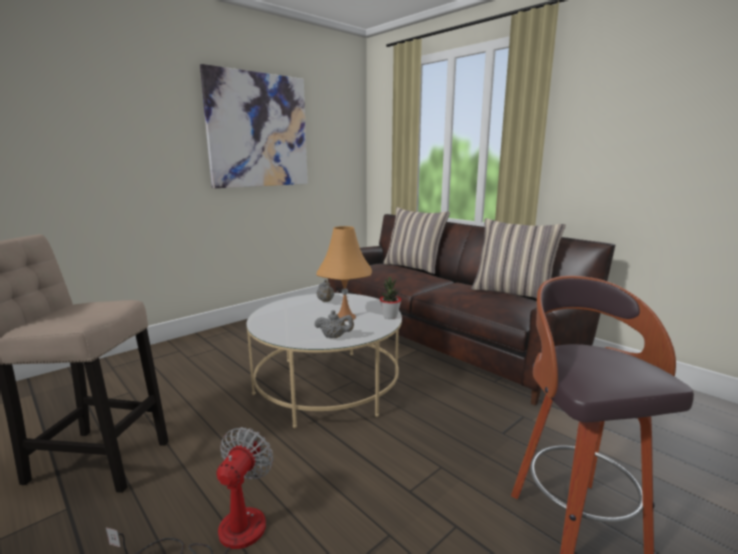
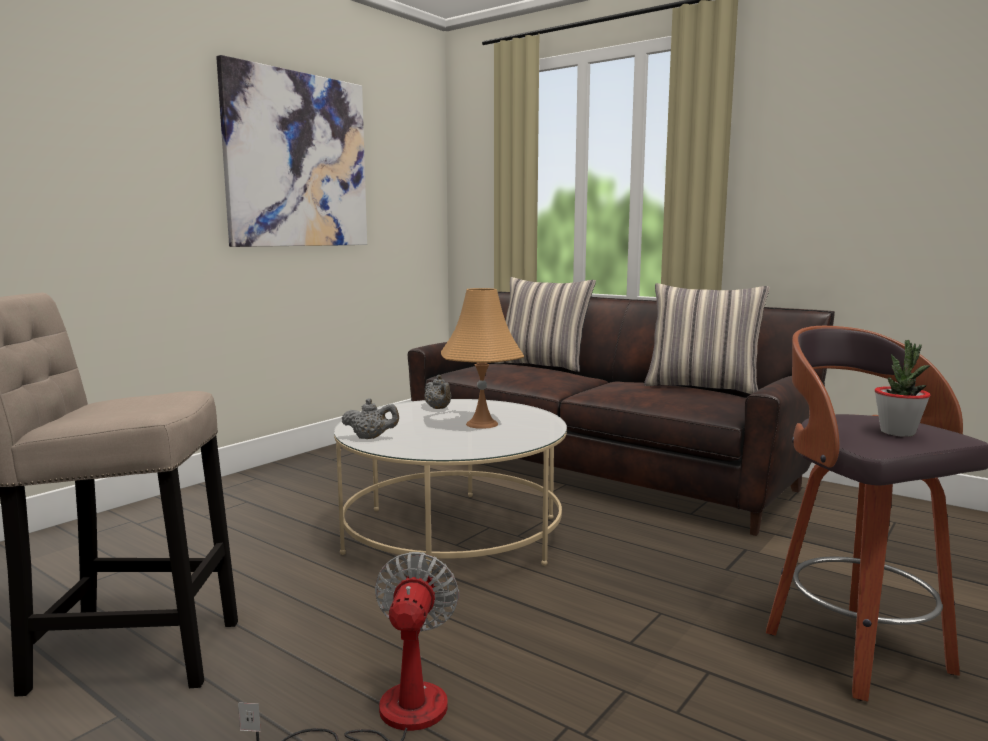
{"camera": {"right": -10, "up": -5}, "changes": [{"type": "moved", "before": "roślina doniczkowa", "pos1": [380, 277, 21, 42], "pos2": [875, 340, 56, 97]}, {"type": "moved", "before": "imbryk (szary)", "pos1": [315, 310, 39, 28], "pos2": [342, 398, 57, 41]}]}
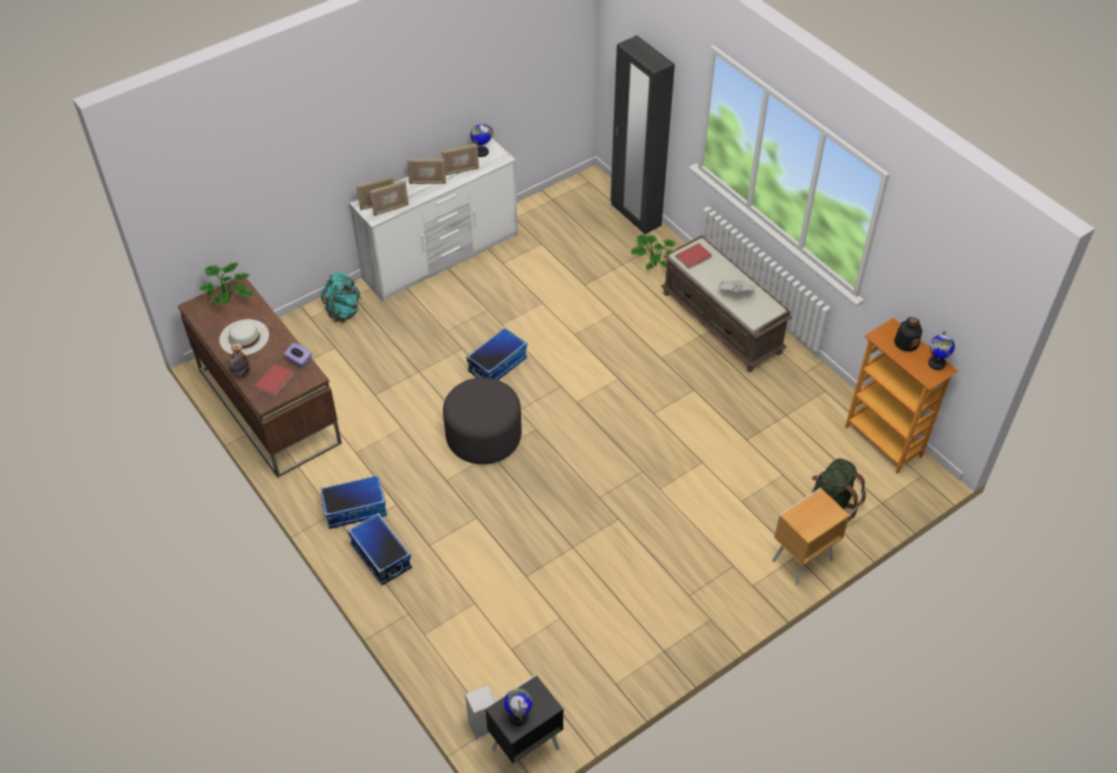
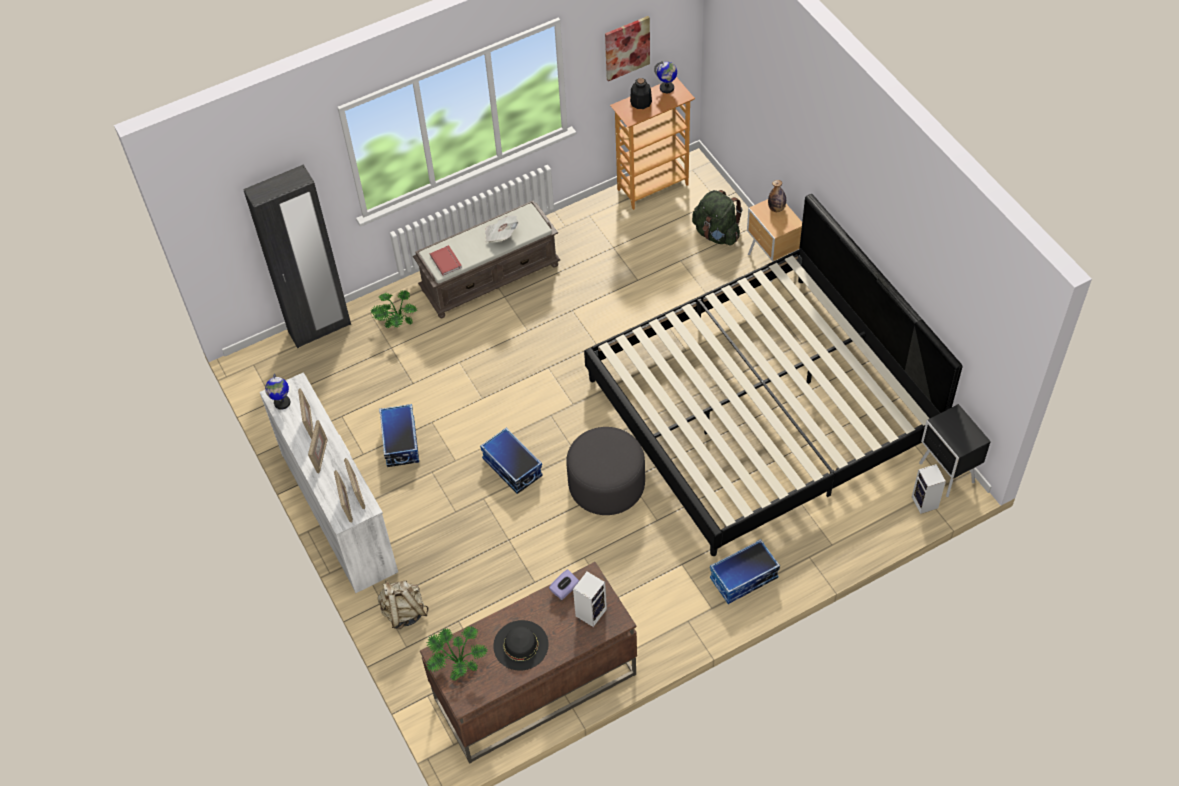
{"camera": {"right": -80, "up": 5}, "changes": [{"type": "recoloured", "before": "plecak (turkusowy)", "after": "plecak (beżowy)", "pos1": [321, 272, 40, 51], "pos2": [378, 581, 51, 48]}, {"type": "recoloured", "before": "kapelusz (biały)", "after": "kapelusz (czarny)", "pos1": [219, 319, 50, 36], "pos2": [493, 620, 56, 51]}, {"type": "moved", "before": "butelka", "pos1": [229, 343, 21, 35], "pos2": [768, 180, 18, 32]}, {"type": "replaced", "before": "książka (czerwony)", "after": "głośnik", "pos1": [254, 364, 40, 33], "pos2": [573, 571, 34, 56]}, {"type": "moved", "before": "pojemnik do przechowywania", "pos1": [320, 474, 67, 55], "pos2": [379, 404, 40, 63]}, {"type": "removed", "before": "globus", "pos1": [504, 688, 28, 38]}, {"type": "added", "after": "obraz", "pos2": [605, 16, 45, 65]}, {"type": "added", "after": "łóżko", "pos2": [584, 194, 379, 362]}]}
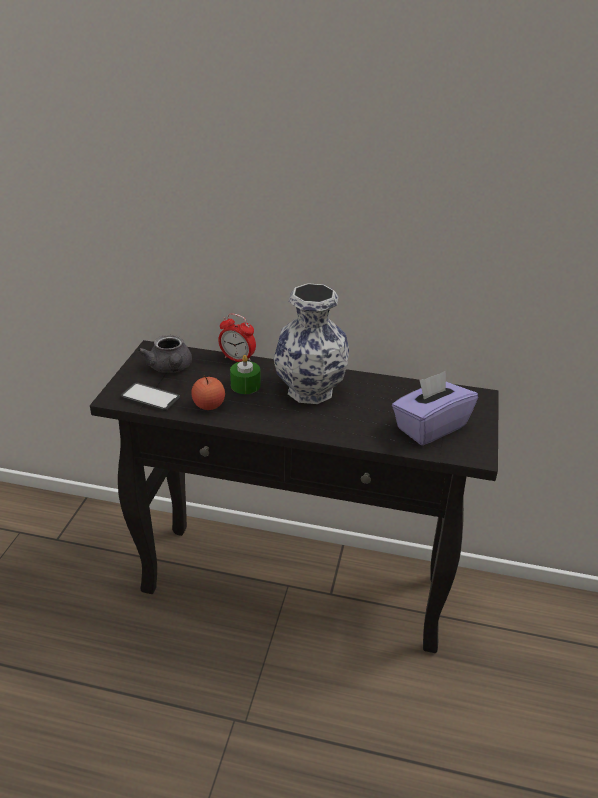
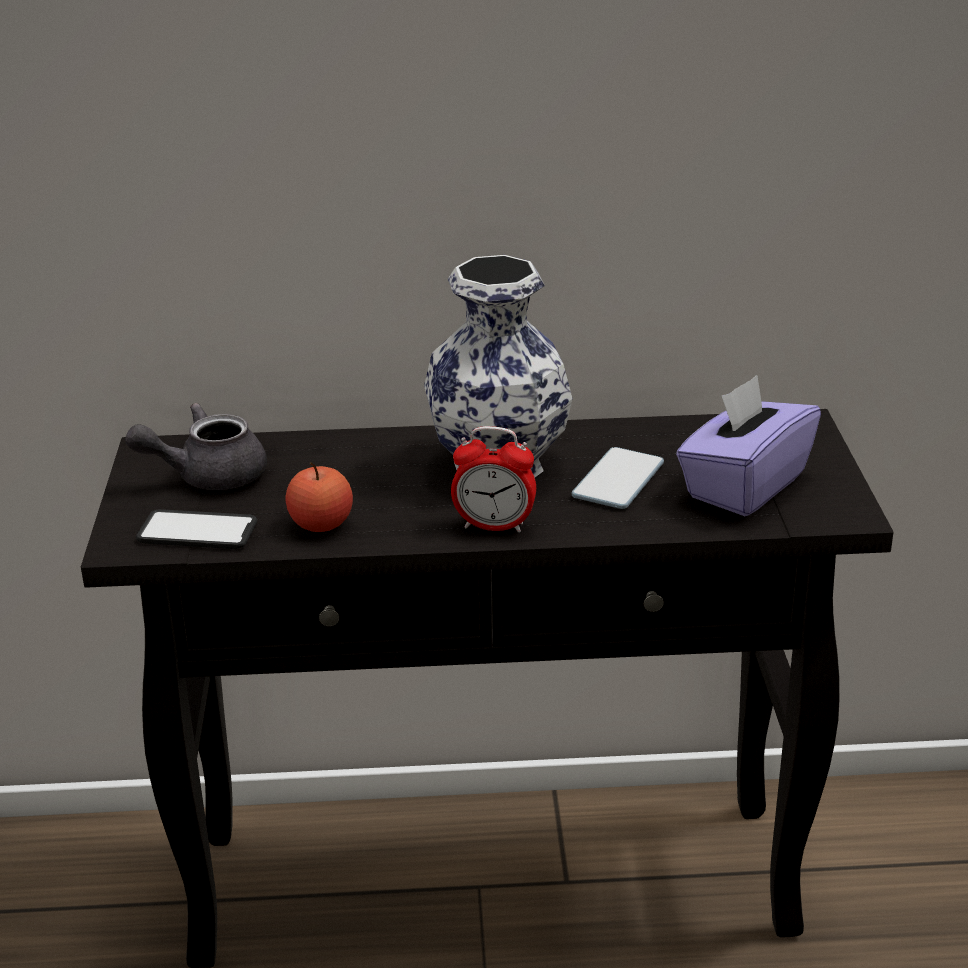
{"camera": {"right": -15, "up": -5}, "changes": [{"type": "moved", "before": "budzik", "pos1": [218, 313, 38, 49], "pos2": [451, 426, 85, 107]}, {"type": "turned", "before": "imbryk (szary)", "pos1": [138, 335, 54, 38], "pos2": [125, 403, 142, 87], "turn": 105}, {"type": "removed", "before": "świeca (zielony)", "pos1": [230, 355, 31, 39]}, {"type": "added", "after": "telefon", "pos2": [572, 447, 92, 62]}]}
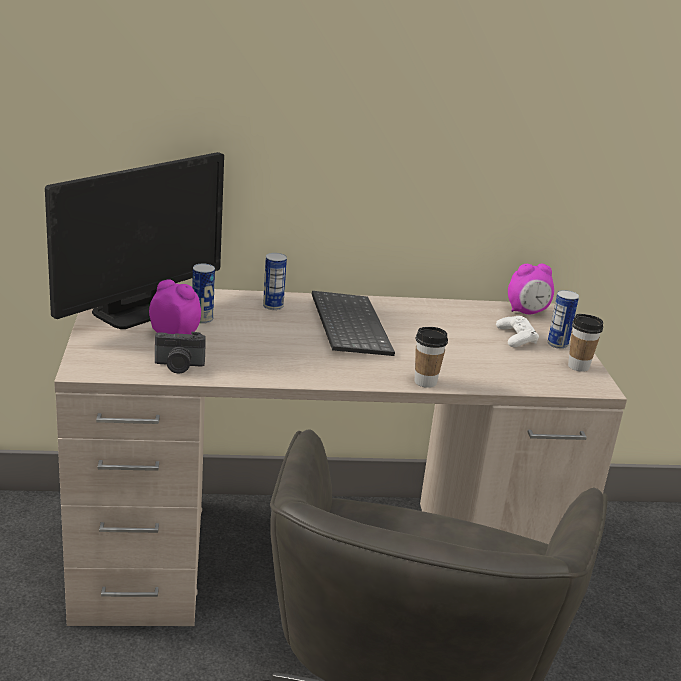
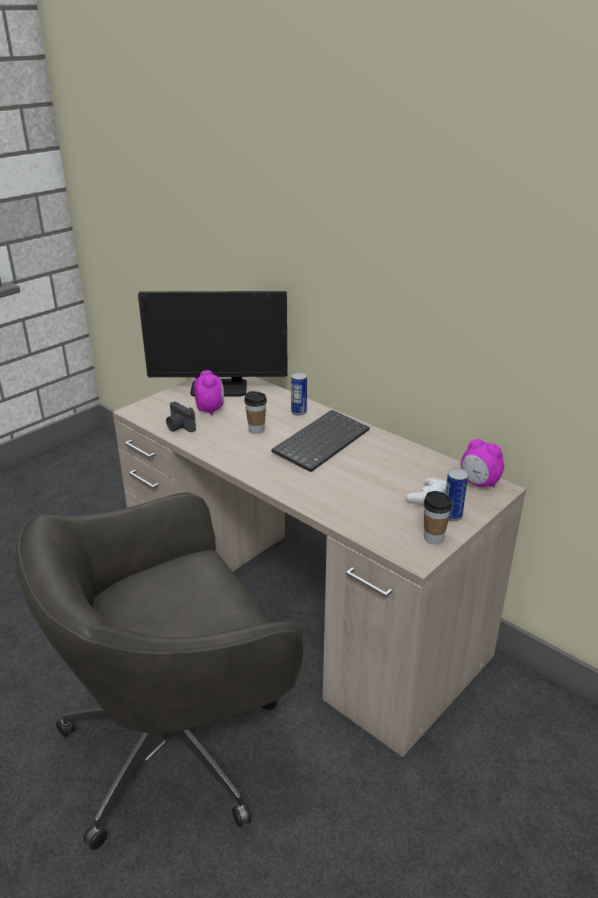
{"camera": {"right": 50, "up": 5}, "changes": [{"type": "removed", "before": "puszka", "pos1": [192, 264, 23, 60]}, {"type": "moved", "before": "filiżanka", "pos1": [415, 327, 33, 61], "pos2": [244, 391, 23, 43]}]}
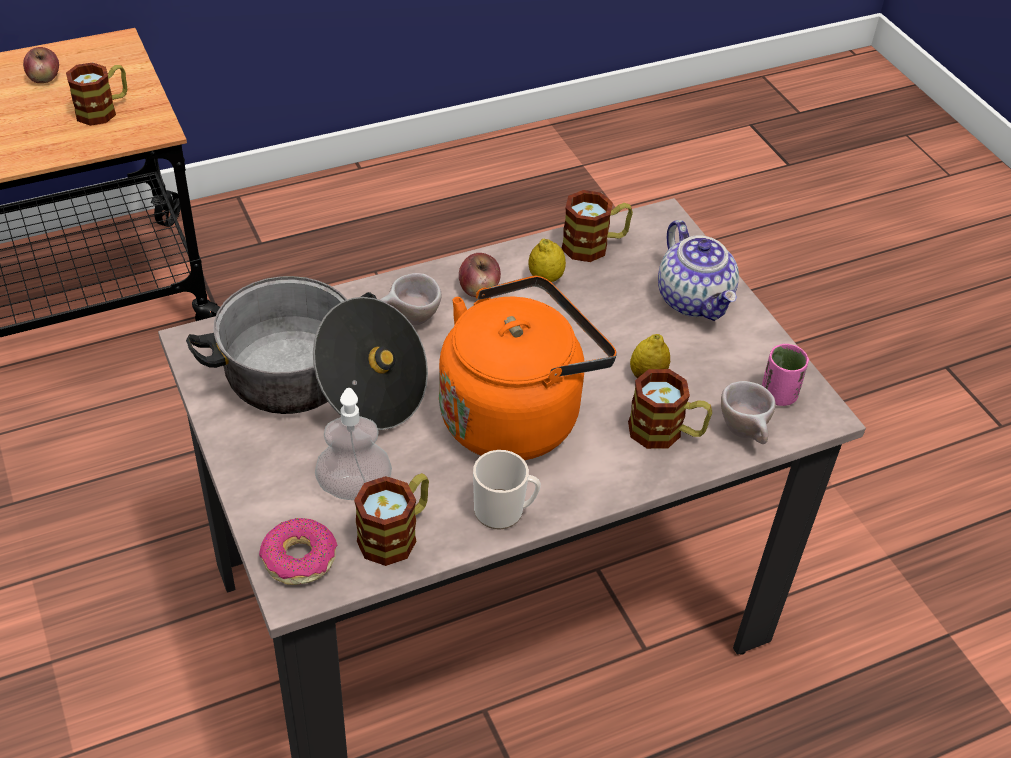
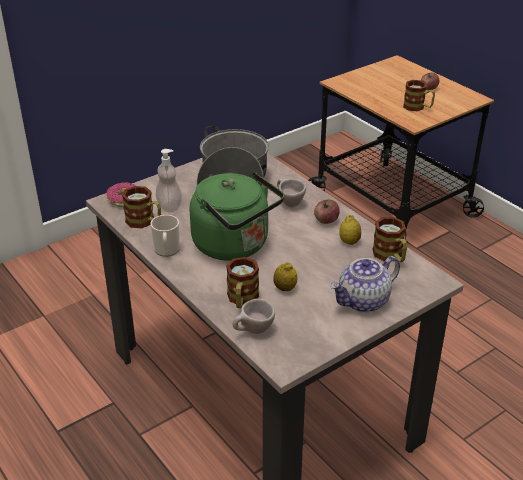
{"camera": {"right": 80, "up": -10}, "changes": [{"type": "recoloured", "before": "czajnik (pomarańczowy)", "after": "czajnik (zielony)", "pos1": [439, 276, 178, 184], "pos2": [190, 172, 94, 89]}, {"type": "removed", "before": "filiżanka (różowy)", "pos1": [762, 344, 47, 62]}]}
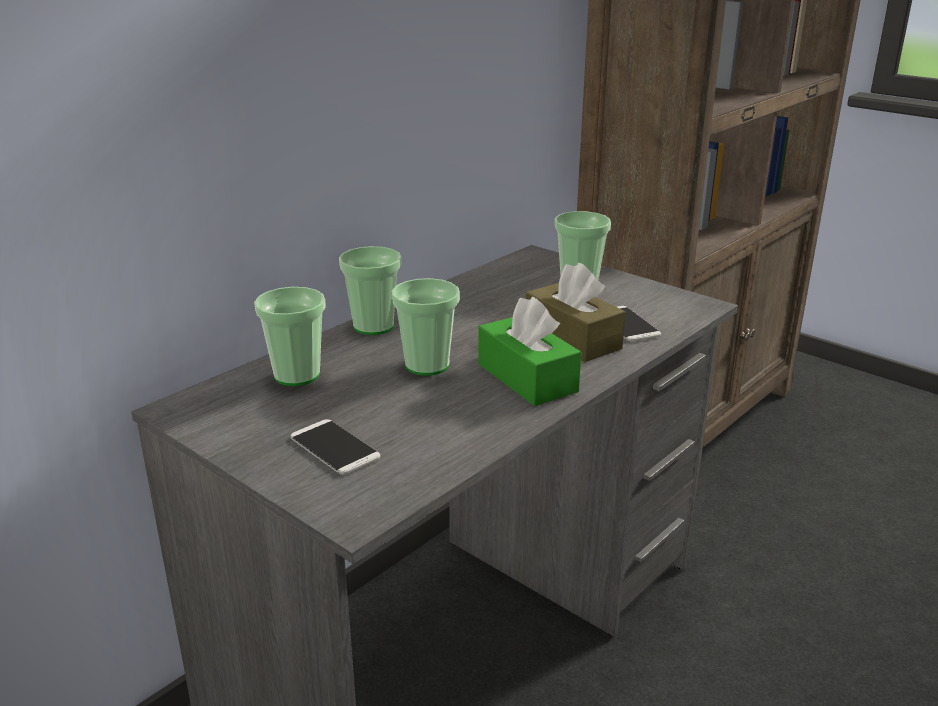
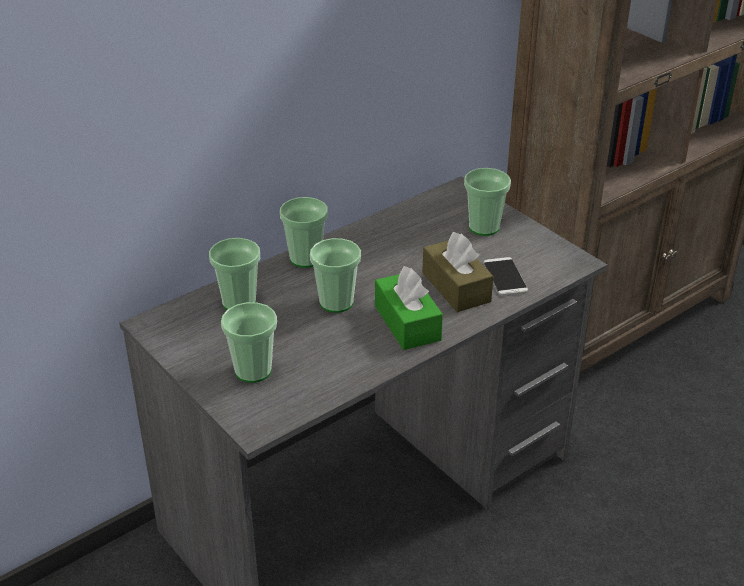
{"camera": {"right": 10, "up": 10}, "changes": [{"type": "replaced", "before": "telefon", "after": "filiżanka", "pos1": [291, 419, 89, 56], "pos2": [221, 302, 56, 81]}]}
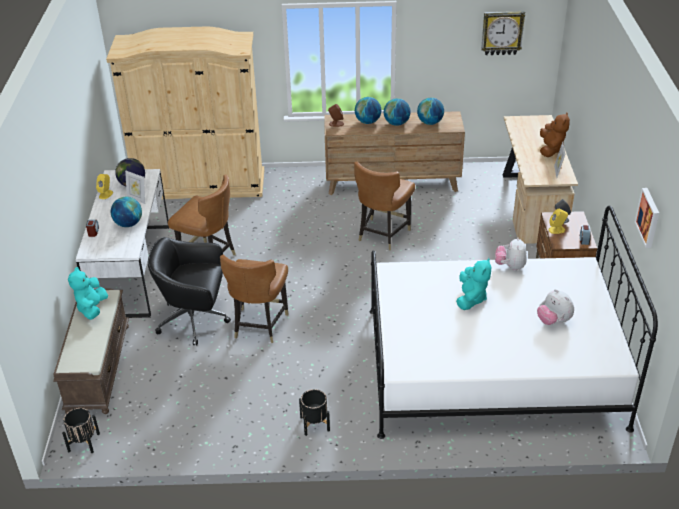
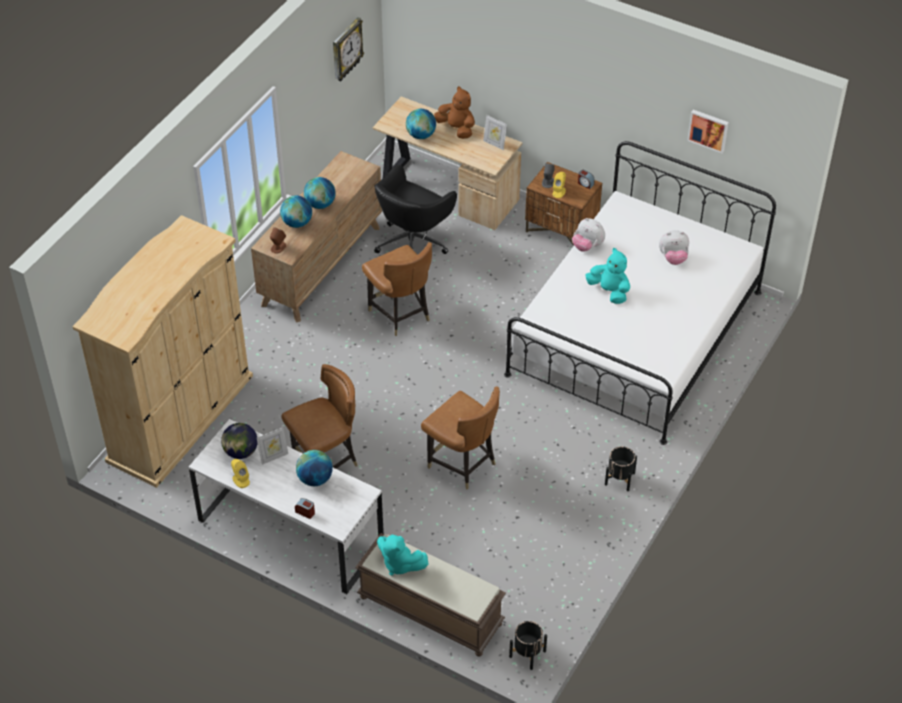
{"camera": {"right": -60, "up": 10}, "changes": [{"type": "moved", "before": "globus", "pos1": [417, 98, 27, 27], "pos2": [406, 109, 30, 30]}, {"type": "moved", "before": "krzesło biurowe (czarny)", "pos1": [148, 237, 83, 108], "pos2": [374, 165, 83, 89]}]}
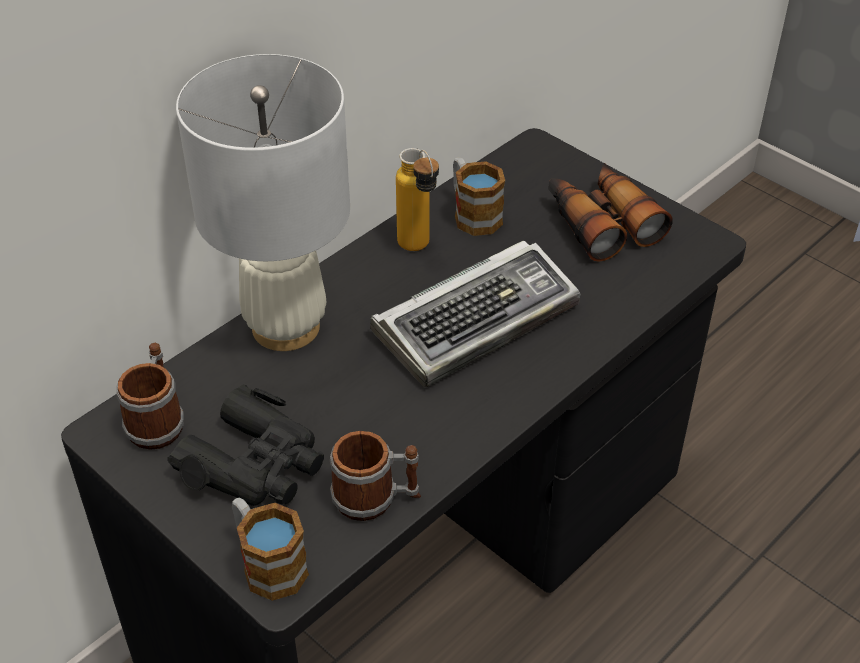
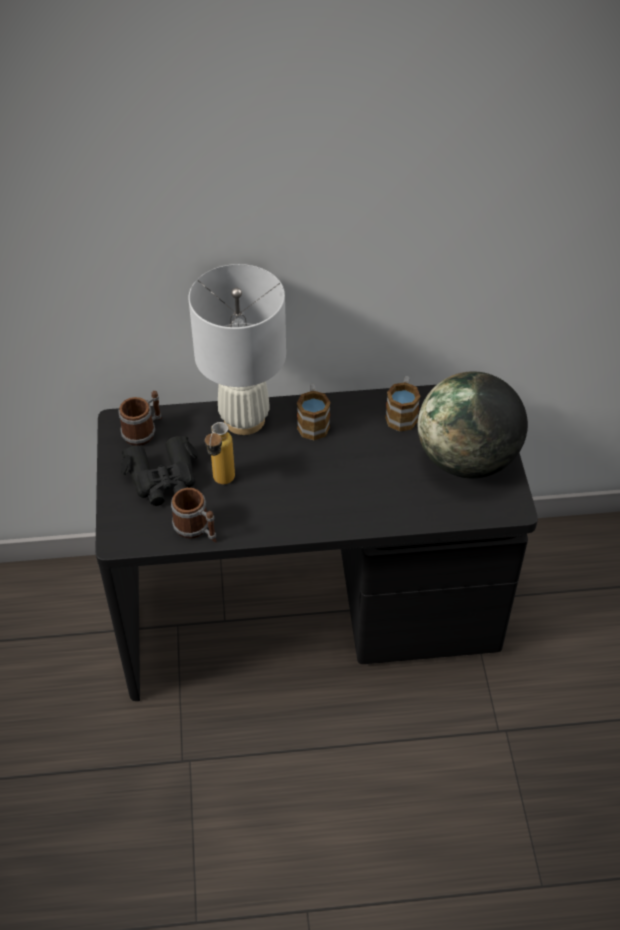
{"camera": {"right": 40, "up": 5}, "changes": [{"type": "moved", "before": "butelka", "pos1": [396, 148, 43, 103], "pos2": [205, 422, 30, 62]}, {"type": "replaced", "before": "lornetka", "after": "globus", "pos1": [548, 163, 125, 99], "pos2": [418, 371, 110, 107]}, {"type": "removed", "before": "klawiatura", "pos1": [370, 241, 210, 146]}, {"type": "moved", "before": "kubek", "pos1": [232, 498, 77, 103], "pos2": [297, 384, 34, 56]}]}
